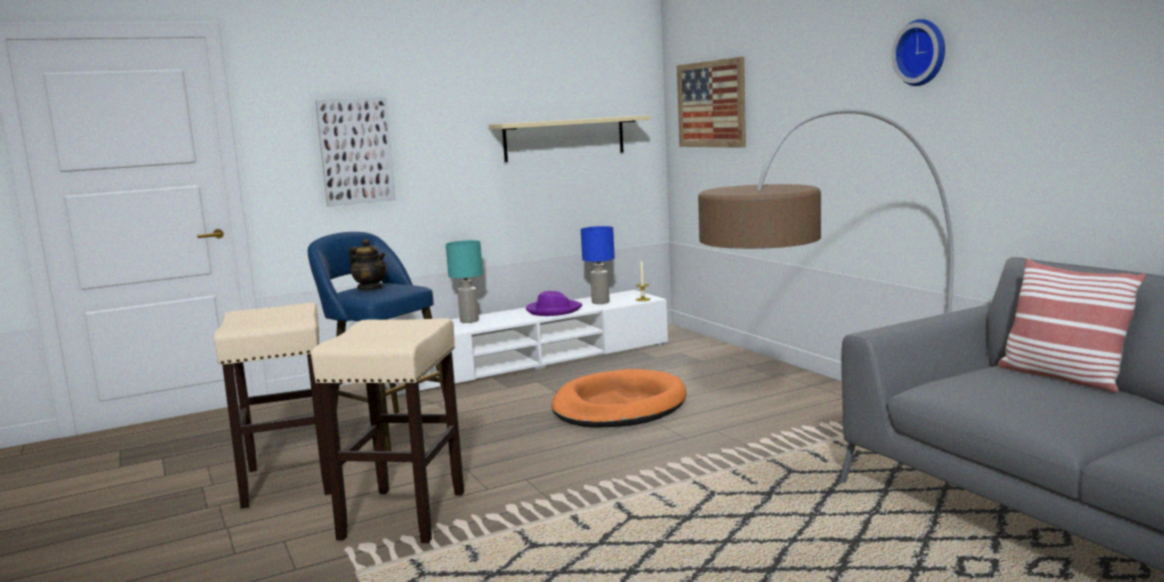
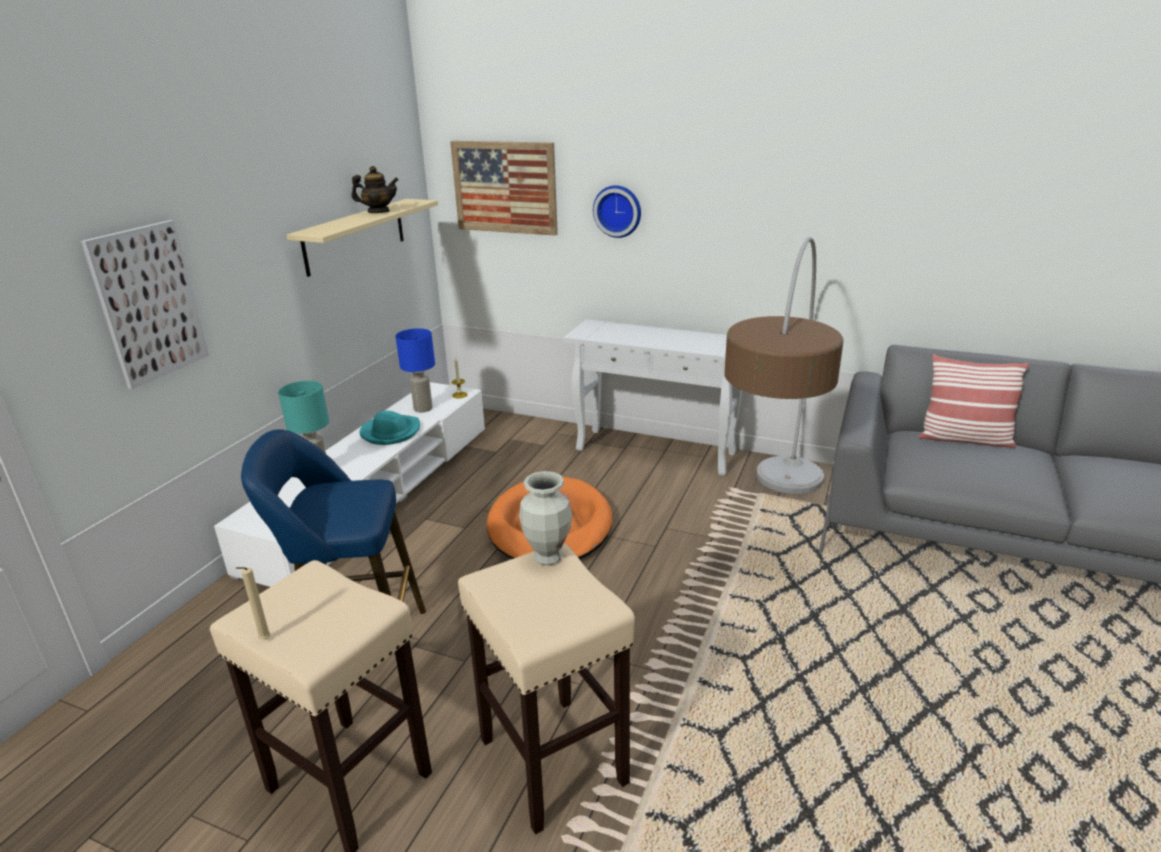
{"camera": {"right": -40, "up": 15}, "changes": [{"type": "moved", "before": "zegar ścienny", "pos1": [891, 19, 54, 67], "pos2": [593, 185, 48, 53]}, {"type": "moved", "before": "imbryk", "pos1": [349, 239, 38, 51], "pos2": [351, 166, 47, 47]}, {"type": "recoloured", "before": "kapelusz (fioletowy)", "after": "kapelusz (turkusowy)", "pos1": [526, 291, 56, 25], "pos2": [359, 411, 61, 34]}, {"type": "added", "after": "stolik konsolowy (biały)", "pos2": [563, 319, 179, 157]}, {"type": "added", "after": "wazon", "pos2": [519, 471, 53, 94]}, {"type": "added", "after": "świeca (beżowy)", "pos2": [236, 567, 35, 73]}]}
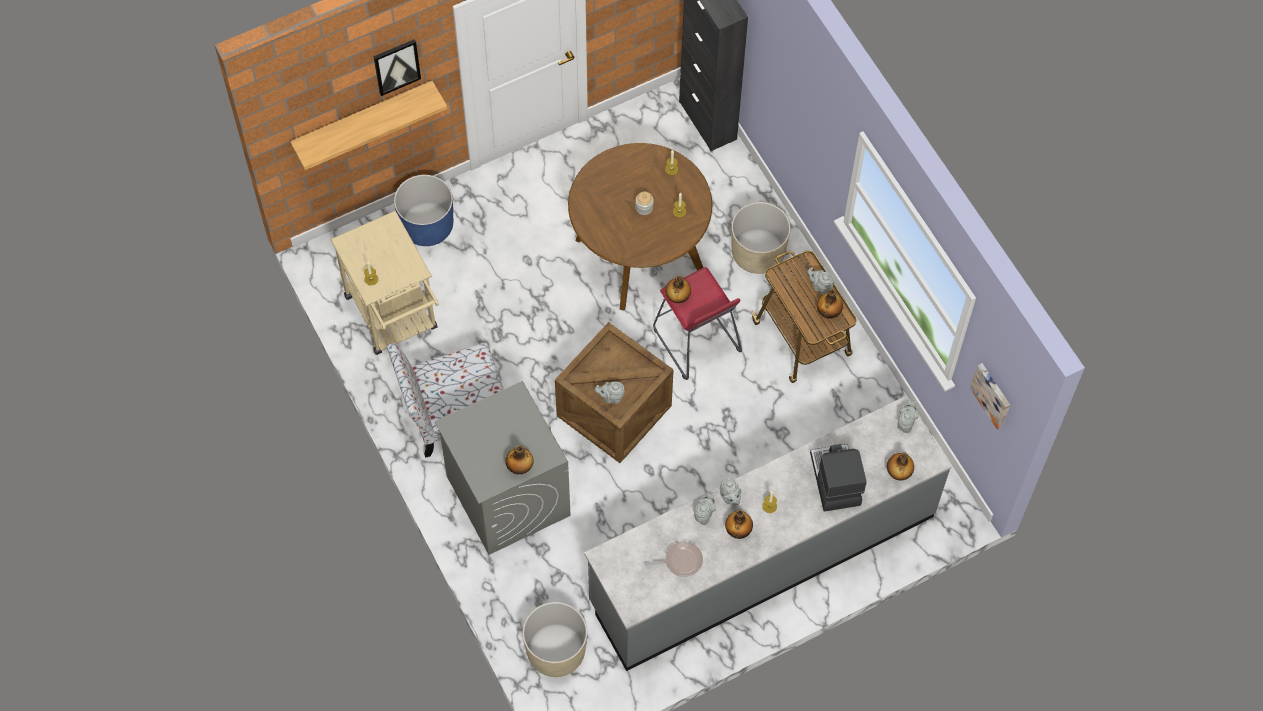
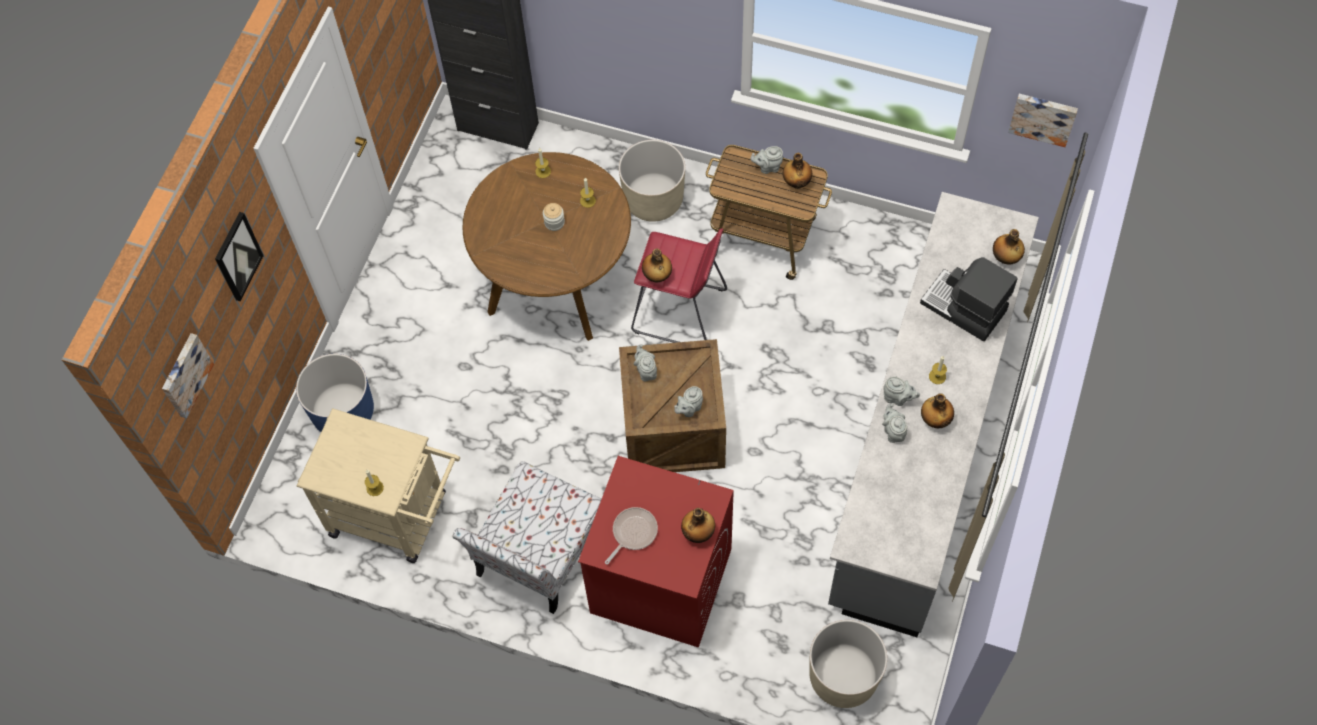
{"camera": {"right": -40, "up": 0}, "changes": [{"type": "removed", "before": "półka", "pos1": [290, 81, 157, 89]}, {"type": "recoloured", "before": "pralka (szary)", "after": "pralka (czerwony)", "pos1": [435, 381, 136, 174], "pos2": [578, 456, 156, 192]}, {"type": "moved", "before": "imbryk (szary)", "pos1": [897, 401, 22, 32], "pos2": [634, 344, 23, 37]}, {"type": "moved", "before": "patelnia", "pos1": [645, 542, 58, 35], "pos2": [605, 507, 53, 58]}, {"type": "added", "after": "obraz", "pos2": [162, 333, 52, 85]}]}
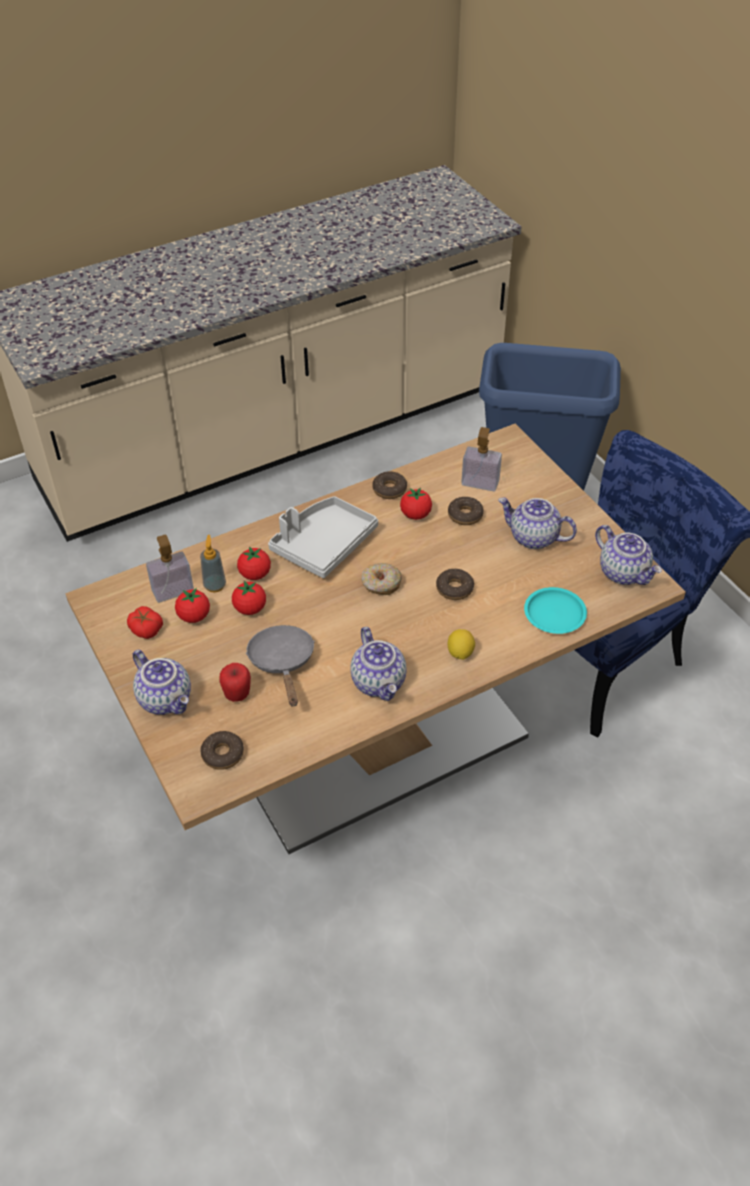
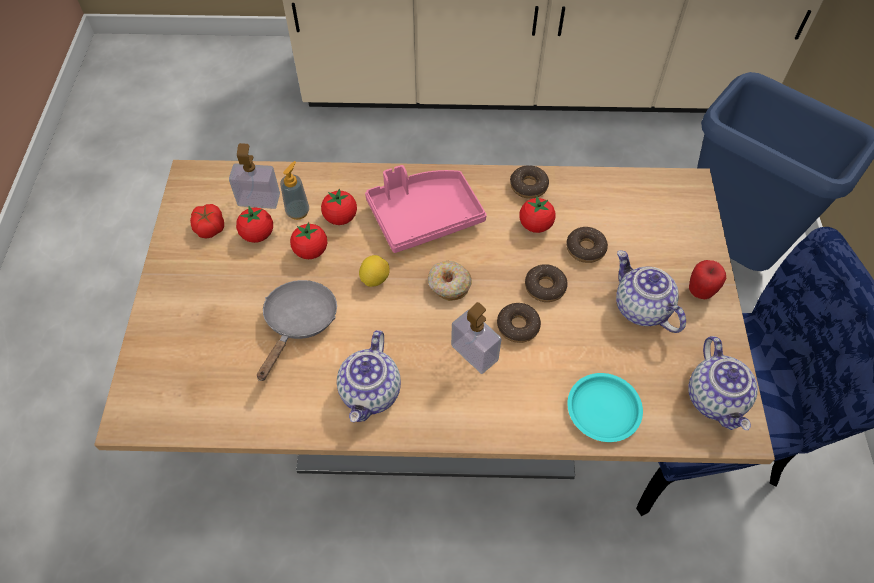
{"camera": {"right": 30, "up": 10}, "changes": [{"type": "moved", "before": "dozownik mydła", "pos1": [461, 427, 41, 64], "pos2": [451, 302, 50, 72]}, {"type": "recoloured", "before": "taca (szary)", "after": "taca (różowy)", "pos1": [268, 496, 110, 82], "pos2": [365, 165, 122, 88]}, {"type": "moved", "before": "cytryna", "pos1": [448, 629, 27, 31], "pos2": [359, 255, 31, 32]}, {"type": "removed", "before": "imbryk", "pos1": [133, 650, 58, 65]}, {"type": "moved", "before": "jabłko", "pos1": [220, 663, 31, 39], "pos2": [689, 260, 37, 39]}, {"type": "moved", "before": "donut", "pos1": [200, 731, 44, 39], "pos2": [525, 264, 43, 38]}]}
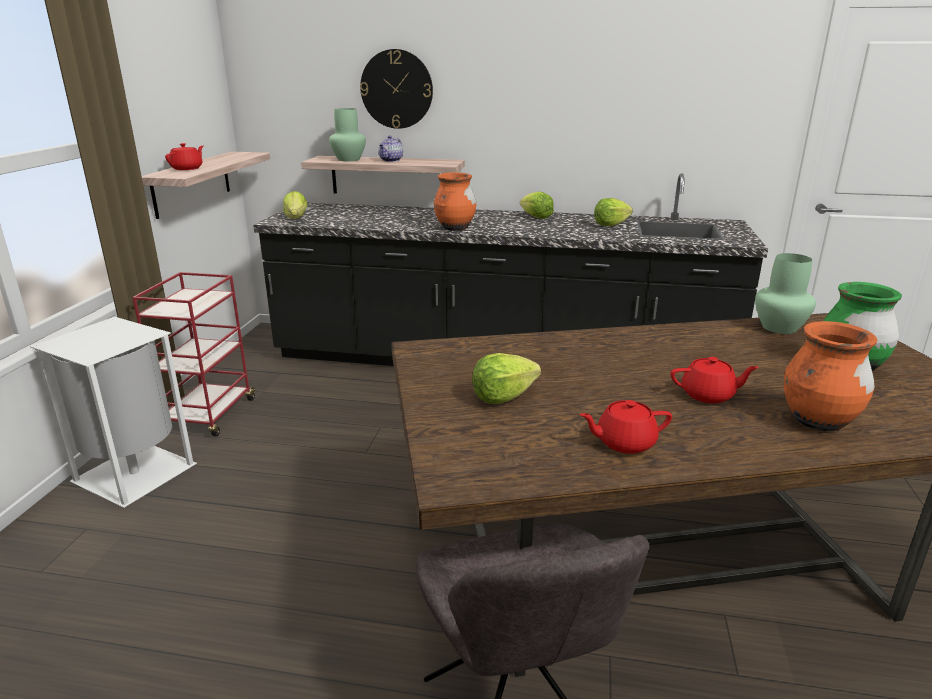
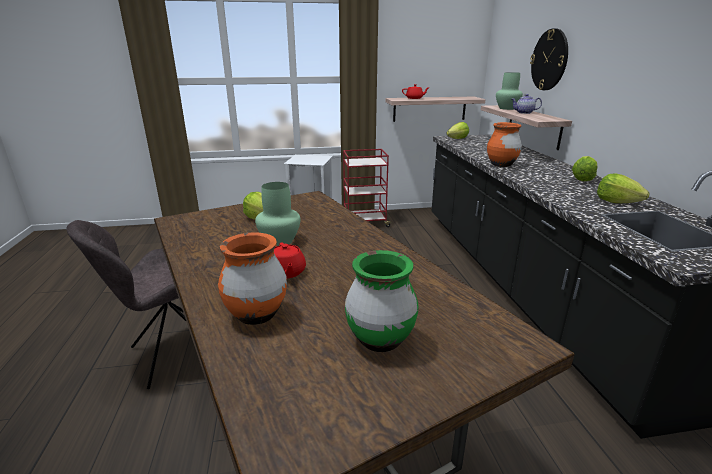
{"camera": {"right": 70, "up": 0}, "changes": [{"type": "moved", "before": "wazon (zielony)", "pos1": [755, 253, 61, 81], "pos2": [255, 182, 46, 64]}, {"type": "removed", "before": "imbryk (czerwony)", "pos1": [580, 400, 92, 54]}]}
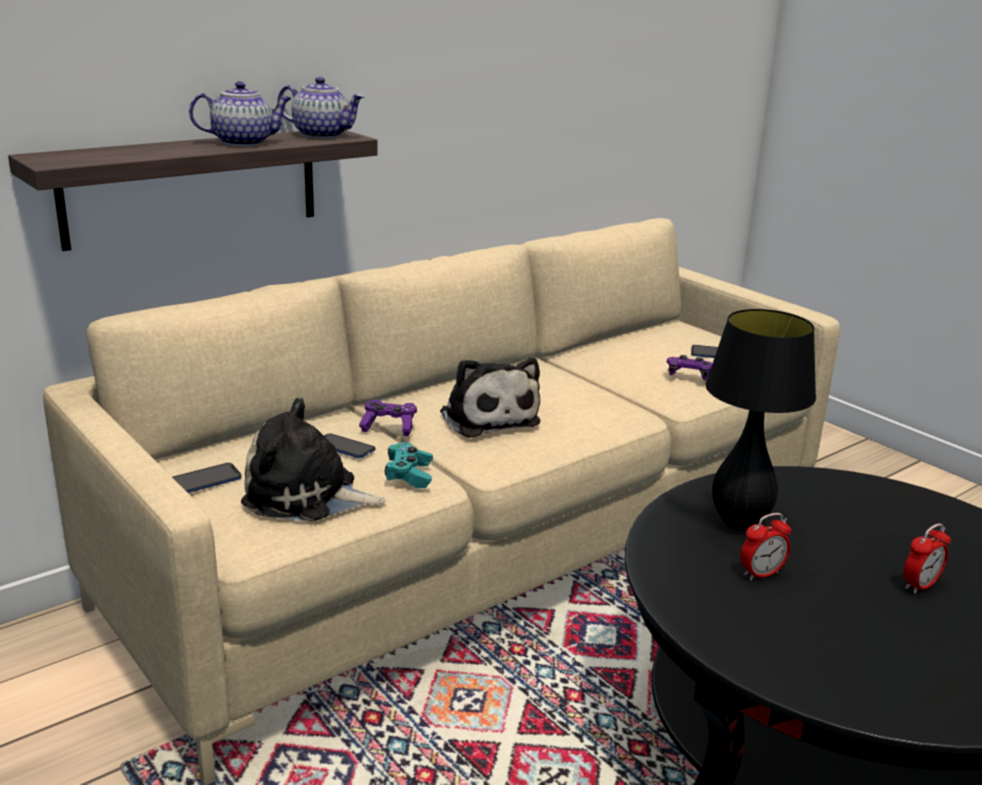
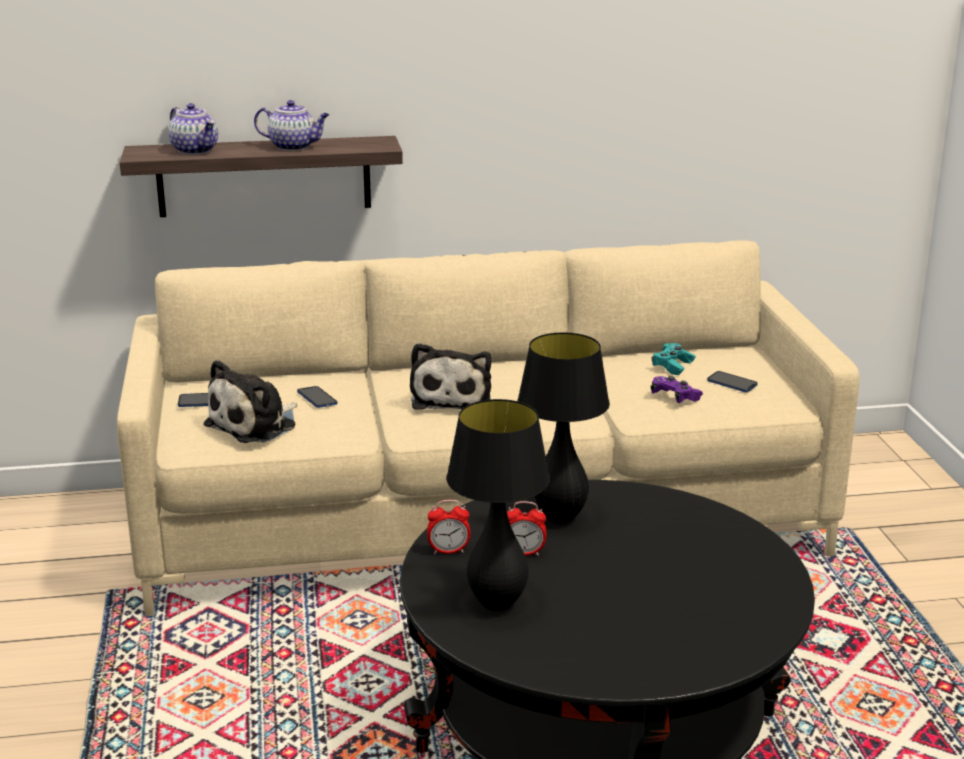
{"camera": {"right": 30, "up": 0}, "changes": [{"type": "moved", "before": "imbryk", "pos1": [277, 77, 88, 61], "pos2": [168, 103, 50, 52]}, {"type": "turned", "before": "pluszak", "pos1": [241, 398, 145, 123], "pos2": [204, 360, 93, 83], "turn": -90}, {"type": "removed", "before": "pad do gier (fioletowy)", "pos1": [359, 400, 58, 36]}, {"type": "moved", "before": "pad do gier (turkusowy)", "pos1": [384, 442, 49, 46], "pos2": [652, 343, 43, 32]}, {"type": "moved", "before": "budzik", "pos1": [903, 523, 48, 71], "pos2": [427, 500, 44, 54]}, {"type": "added", "after": "lampa stołowa (czarny)", "pos2": [447, 399, 103, 212]}]}
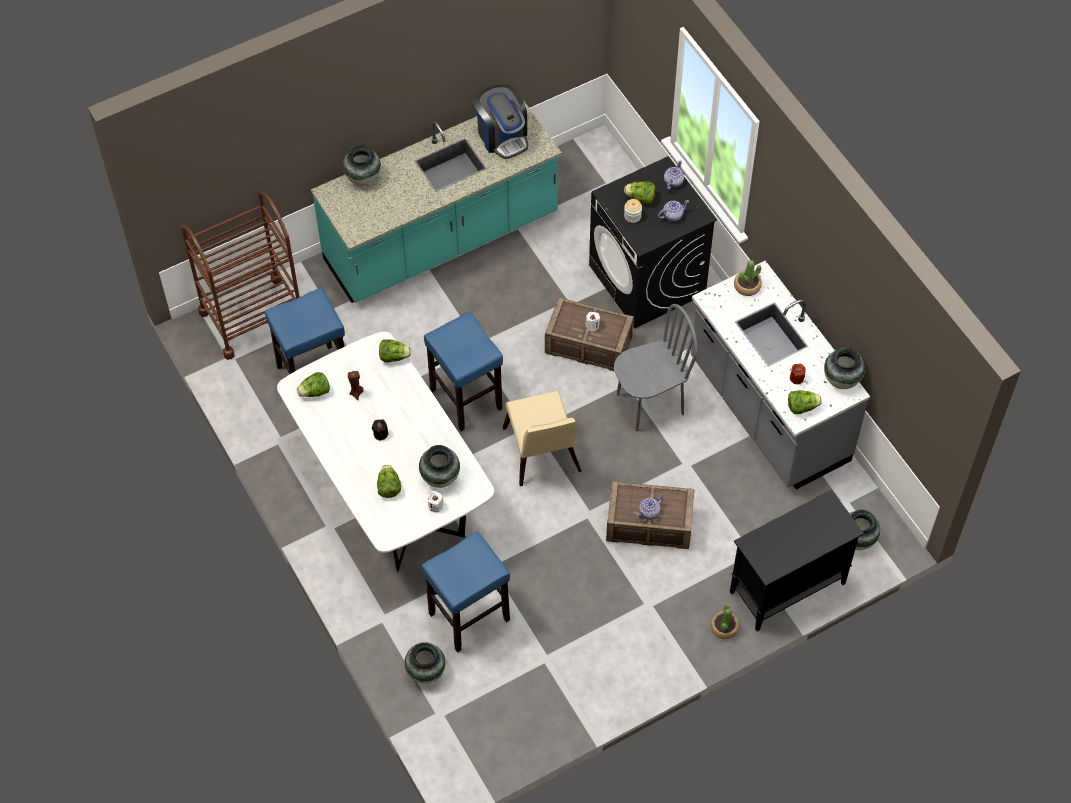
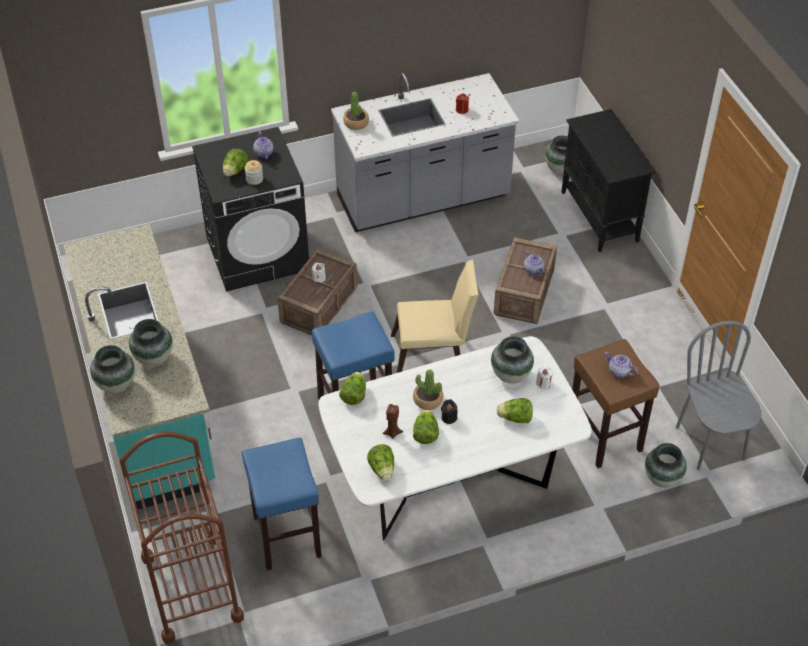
{"camera": {"right": -80, "up": -10}, "changes": [{"type": "removed", "before": "ekspres do kawy", "pos1": [473, 84, 55, 75]}, {"type": "moved", "before": "imbryk", "pos1": [664, 160, 20, 30], "pos2": [605, 352, 33, 26]}, {"type": "moved", "before": "krzesło (szary)", "pos1": [614, 304, 84, 127], "pos2": [676, 321, 85, 149]}, {"type": "moved", "before": "wazon", "pos1": [824, 347, 41, 42], "pos2": [129, 319, 44, 48]}, {"type": "moved", "before": "sałata", "pos1": [788, 390, 34, 24], "pos2": [413, 409, 26, 35]}, {"type": "recoloured", "before": "stołek (niebieski)", "after": "stołek (brązowy)", "pos1": [422, 532, 88, 120], "pos2": [572, 339, 88, 129]}, {"type": "moved", "before": "roślina doniczkowa", "pos1": [711, 604, 28, 35], "pos2": [413, 369, 30, 41]}]}
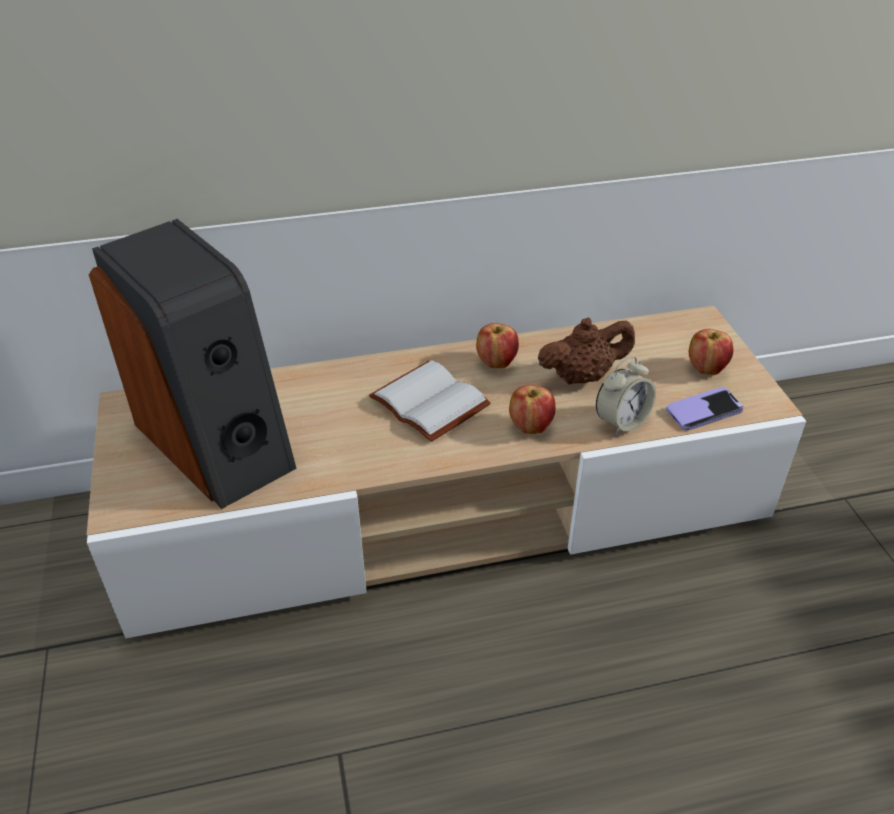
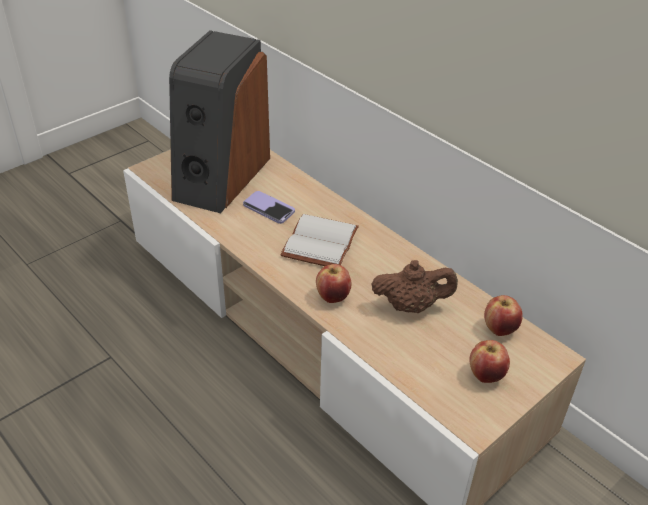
{"camera": {"right": 60, "up": 0}, "changes": [{"type": "turned", "before": "imbryk (brązowy)", "pos1": [538, 318, 97, 66], "pos2": [371, 260, 87, 53], "turn": -45}, {"type": "moved", "before": "jabłko", "pos1": [476, 323, 43, 46], "pos2": [484, 295, 39, 41]}, {"type": "removed", "before": "budzik", "pos1": [596, 356, 60, 80]}, {"type": "moved", "before": "telefon", "pos1": [666, 387, 78, 44], "pos2": [243, 191, 52, 33]}]}
